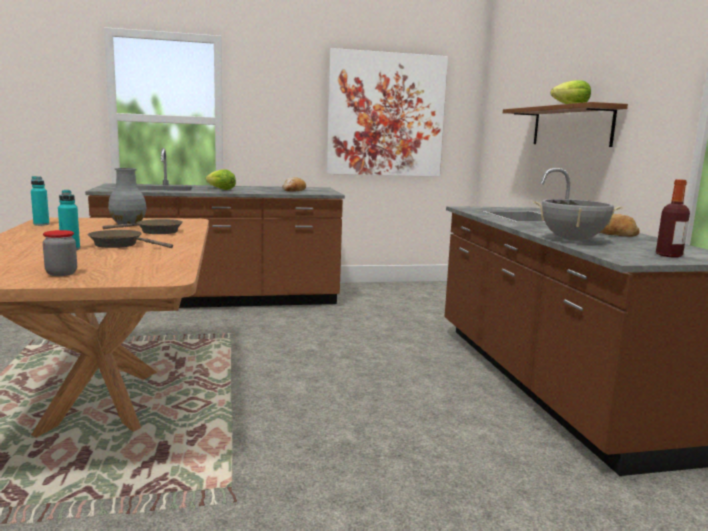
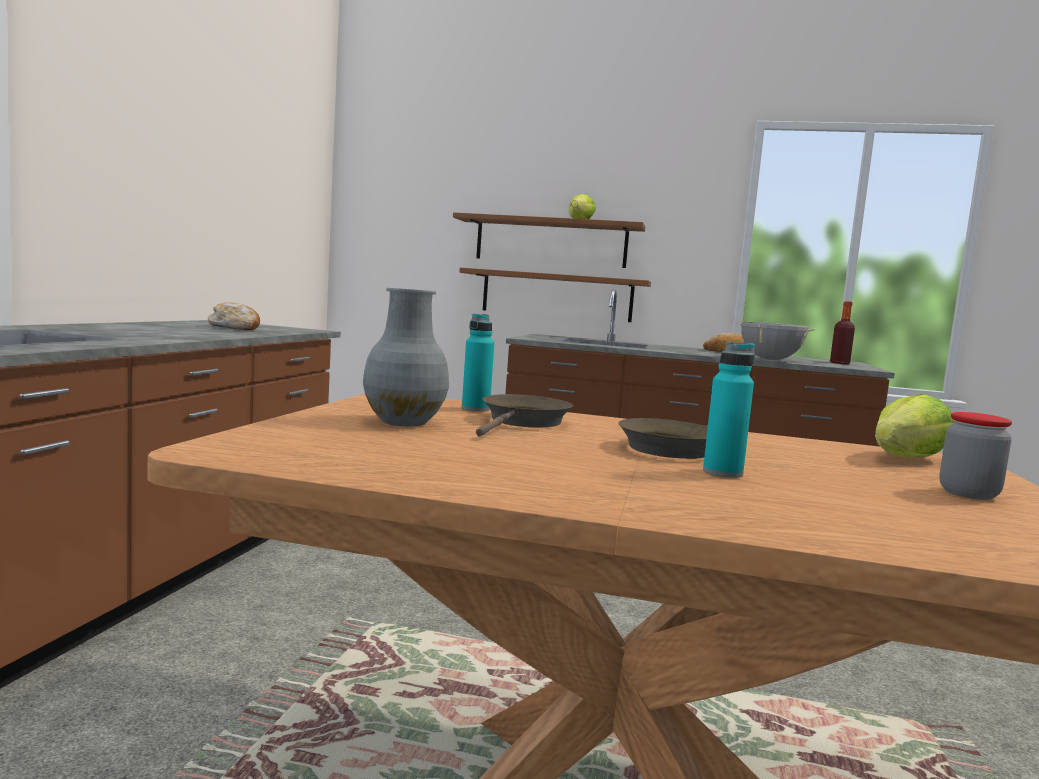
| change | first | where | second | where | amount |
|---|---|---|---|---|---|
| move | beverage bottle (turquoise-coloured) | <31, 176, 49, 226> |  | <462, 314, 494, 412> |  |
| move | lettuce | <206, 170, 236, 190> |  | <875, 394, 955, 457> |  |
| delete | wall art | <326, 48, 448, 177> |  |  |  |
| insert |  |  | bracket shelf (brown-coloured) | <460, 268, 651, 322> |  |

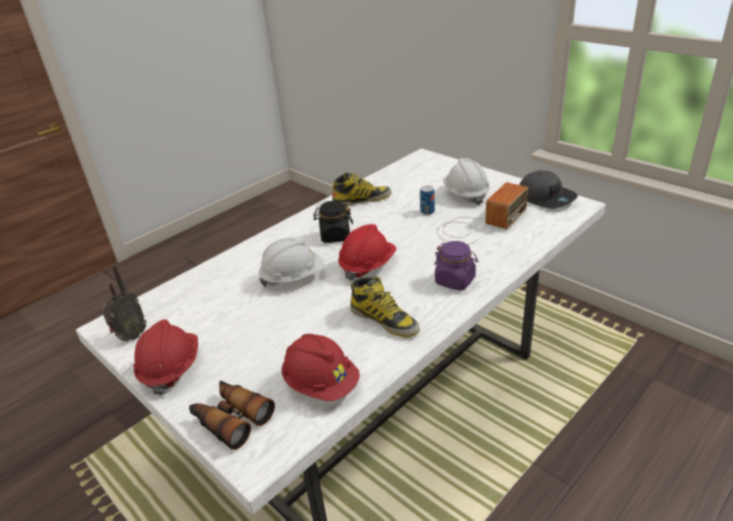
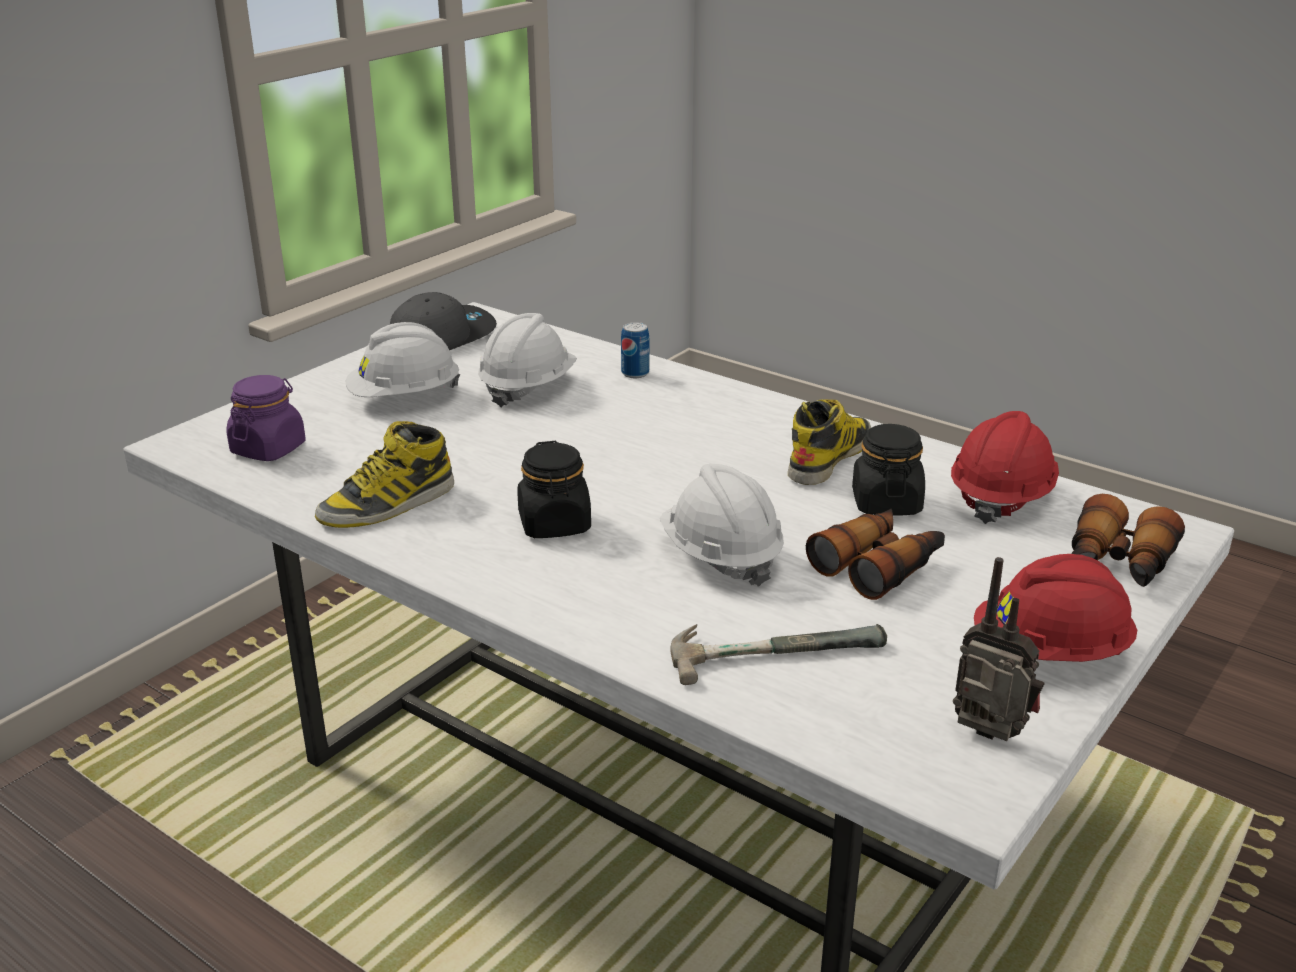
| change | first | where | second | where | amount |
|---|---|---|---|---|---|
| rotate | boot | <332, 172, 392, 206> |  | <315, 421, 454, 528> | 105 degrees counterclockwise |
| delete | safety helmet (red) | <338, 224, 396, 281> |  |  |  |
| move | sealed can | <420, 186, 435, 215> |  | <621, 322, 649, 378> |  |
| move | preserve jar (purplish) | <434, 241, 478, 291> |  | <226, 375, 306, 461> |  |
| replace | radio set | <437, 182, 528, 245> | safety helmet (white-coloured) | <478, 313, 577, 408> |  |
| insert |  |  | tool hammer | <671, 624, 887, 685> |  |
| insert |  |  | binoculars | <806, 509, 945, 600> |  |
| insert |  |  | preserve jar (blackish) | <852, 424, 925, 516> |  |

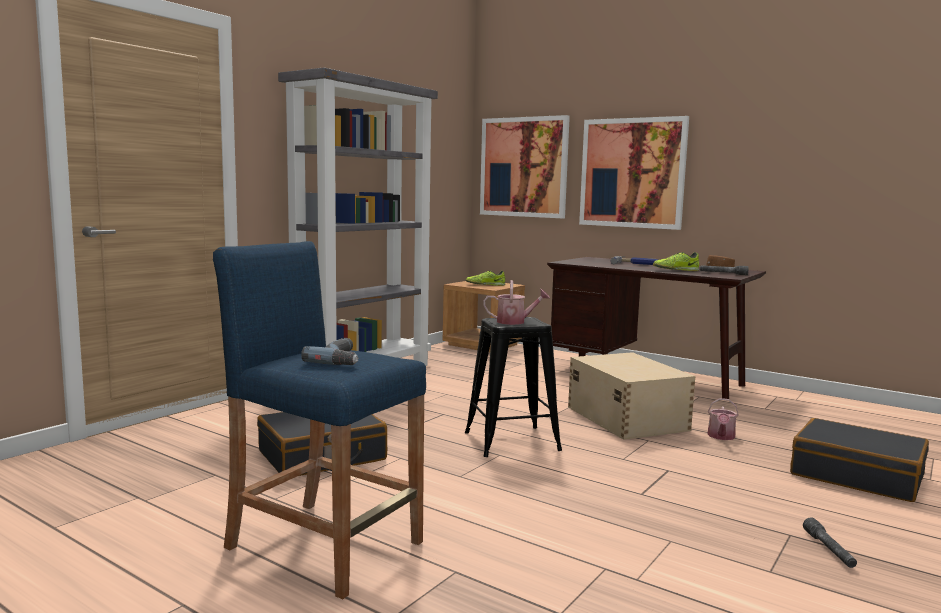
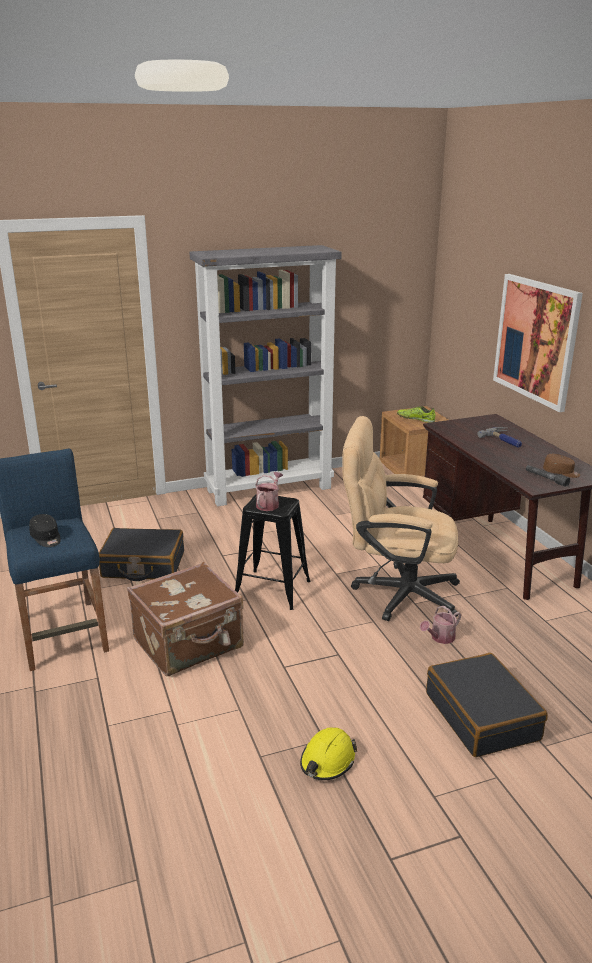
| change | first | where | second | where | amount |
|---|---|---|---|---|---|
| replace | power drill | <301, 338, 359, 365> | cap (blackish) | <29, 514, 61, 547> |  |
| delete | wall art | <480, 115, 570, 218> |  |  |  |
| rotate | watering pot | <483, 280, 550, 325> |  | <255, 472, 283, 511> | 105 degrees counterclockwise |
| replace | storage container (beige) | <568, 352, 696, 440> | computer chair (beige) | <343, 416, 460, 621> |  |
| delete | low shoe | <653, 252, 699, 271> |  |  |  |
| replace | flashlight (gray) | <803, 517, 857, 568> | safety helmet (yellow-coloured) | <300, 727, 357, 780> |  |
| insert |  |  | travel case (brown-coloured) | <127, 562, 244, 676> |  |

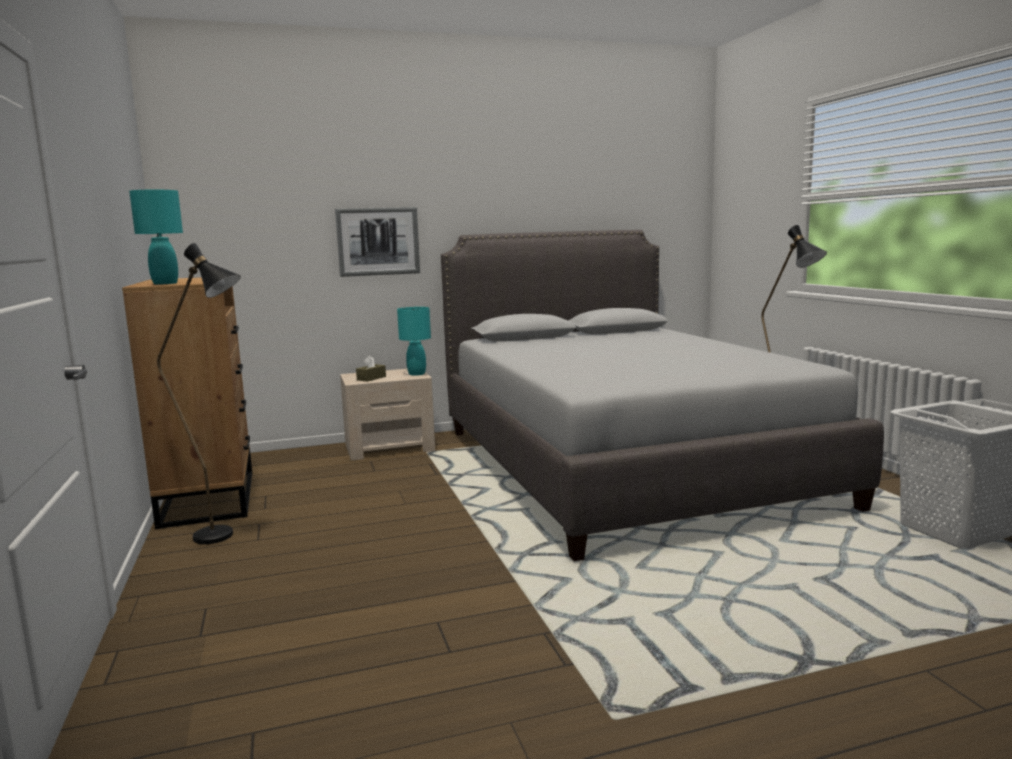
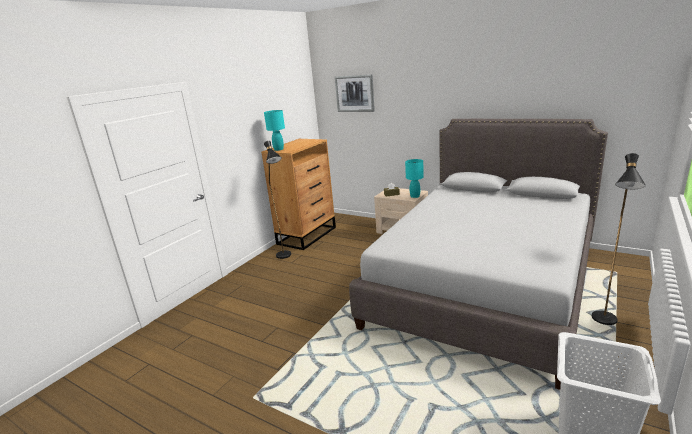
| change | first | where | second | where | amount |
|---|---|---|---|---|---|
| move | wall art | <335, 207, 420, 277> |  | <335, 74, 375, 112> |  |

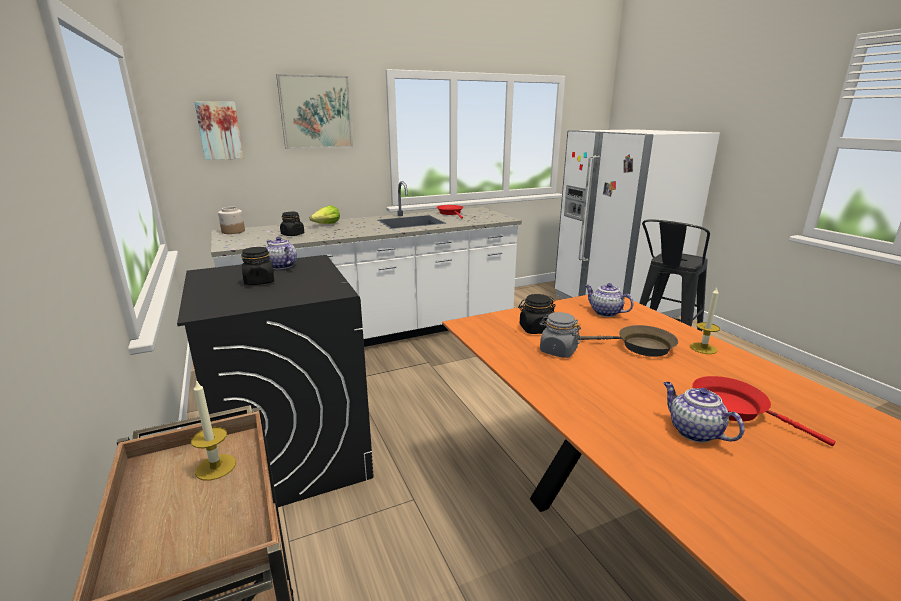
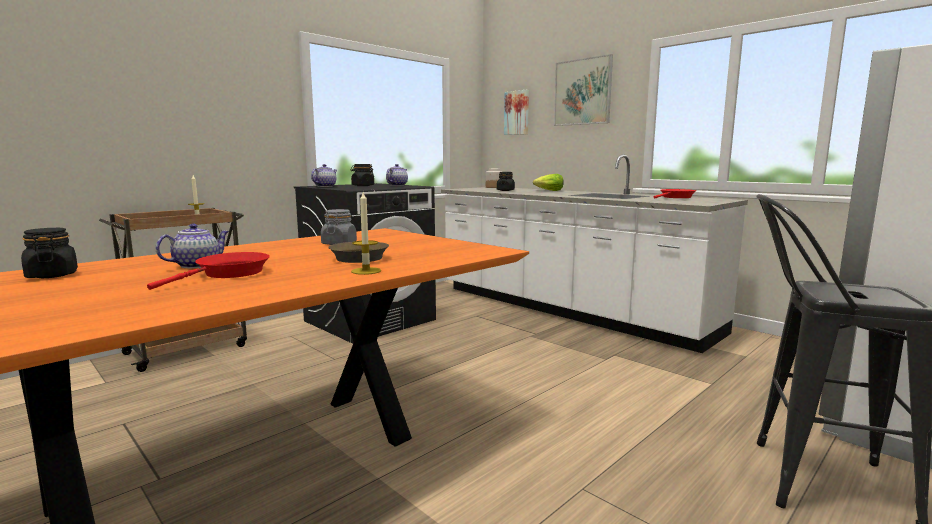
| change | first | where | second | where | amount |
|---|---|---|---|---|---|
| move | preserve jar (blackish) | <518, 294, 556, 334> |  | <21, 228, 78, 278> |  |
| move | teapot | <585, 283, 634, 317> |  | <311, 164, 337, 187> |  |

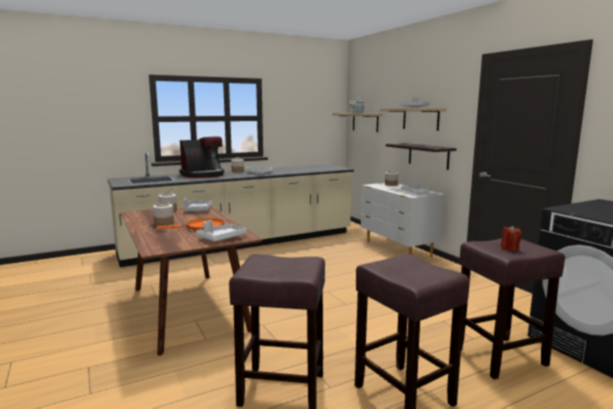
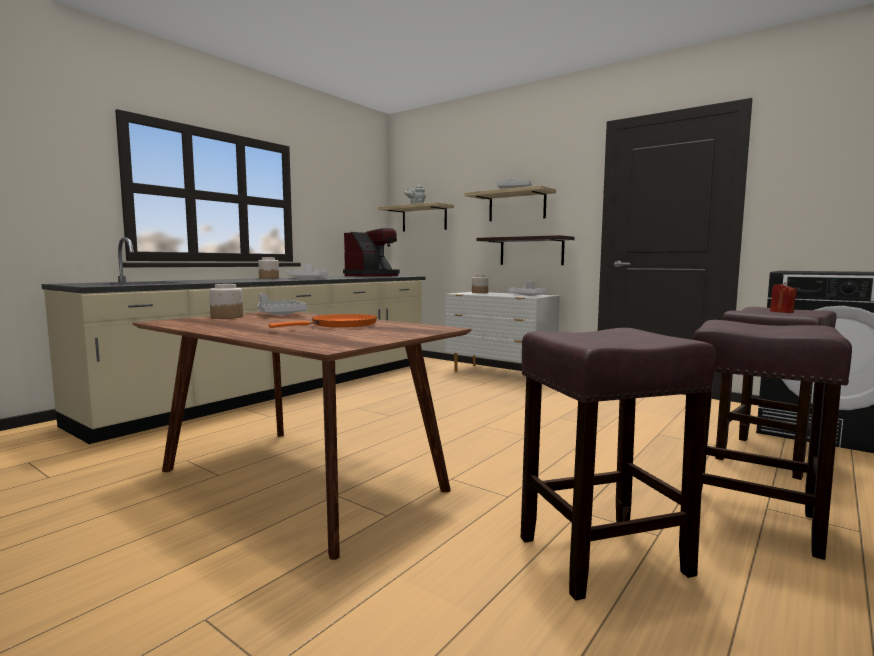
| change | first | where | second | where | amount |
|---|---|---|---|---|---|
| delete | preserve jar | <153, 202, 174, 226> |  |  |  |
| move | coffee maker | <179, 137, 224, 178> |  | <343, 228, 400, 277> |  |
| delete | serving tray (white-coloured) | <197, 220, 247, 241> |  |  |  |

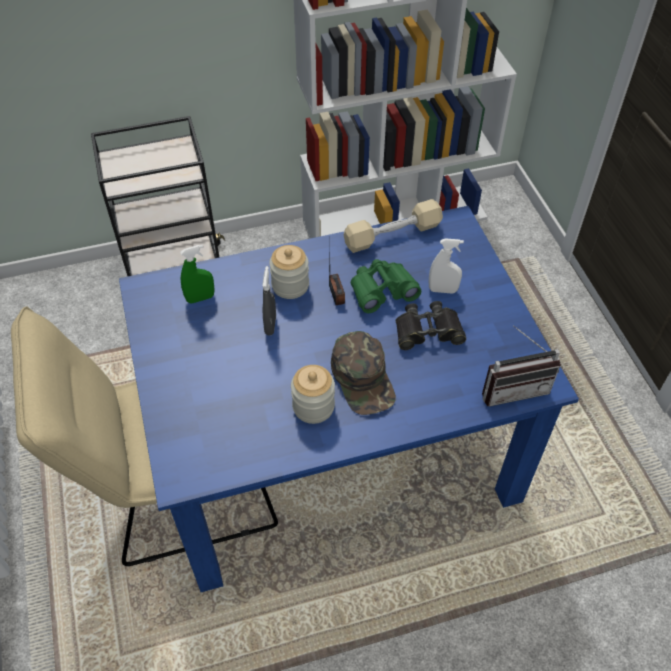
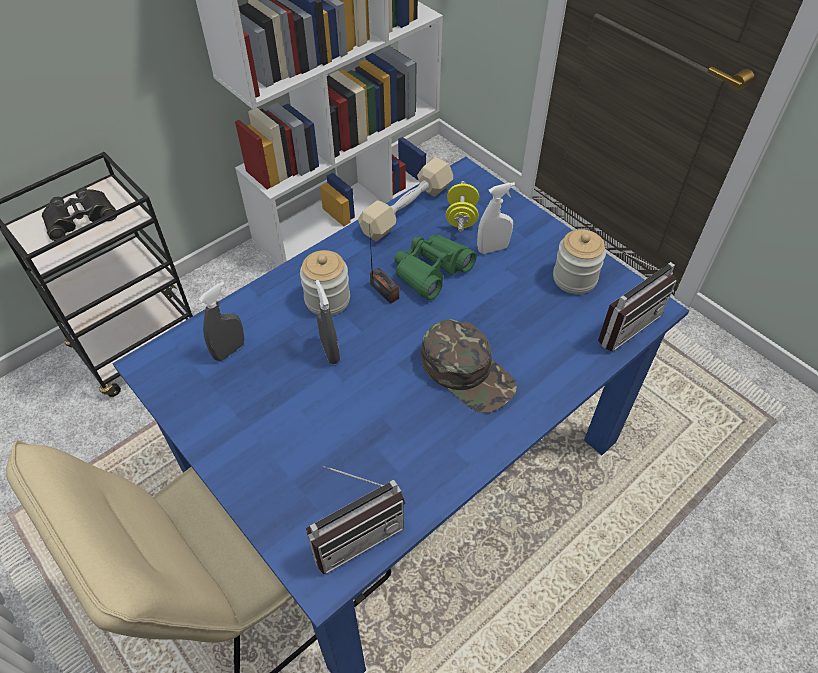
| change | first | where | second | where | amount |
|---|---|---|---|---|---|
| recolor | sprayer (green-coloured) | <180, 245, 215, 304> | sprayer (gray) | <198, 281, 244, 361> |  |
| move | preserve jar | <291, 365, 335, 424> |  | <553, 229, 606, 294> |  |
| move | binoculars (blackish) | <396, 301, 466, 350> |  | <42, 188, 117, 241> |  |
| insert |  |  | radio set | <306, 466, 405, 575> |  |
| insert |  |  | free weight (yellow-coloured) | <446, 181, 479, 232> |  |

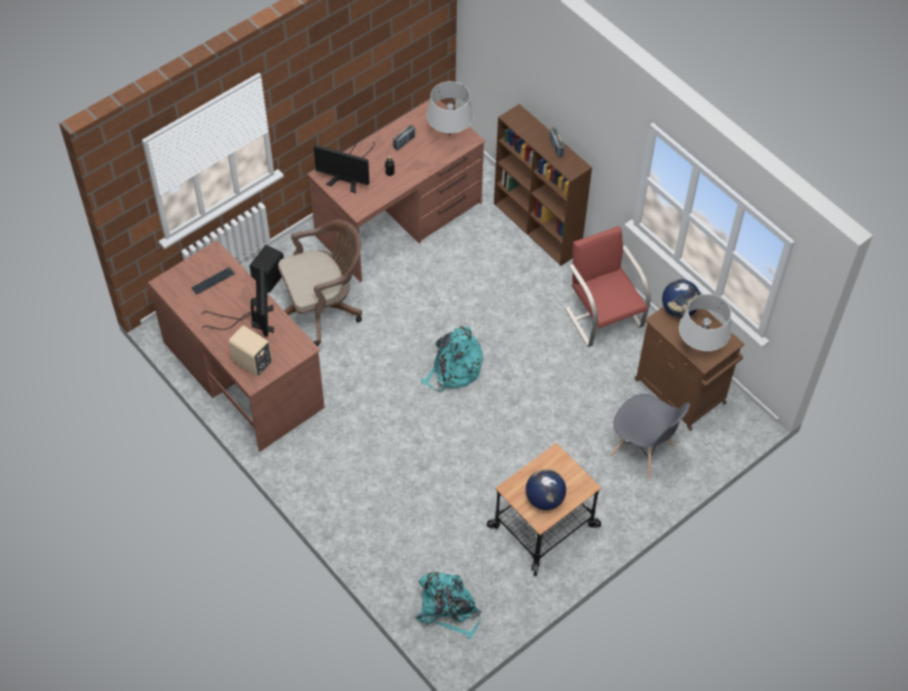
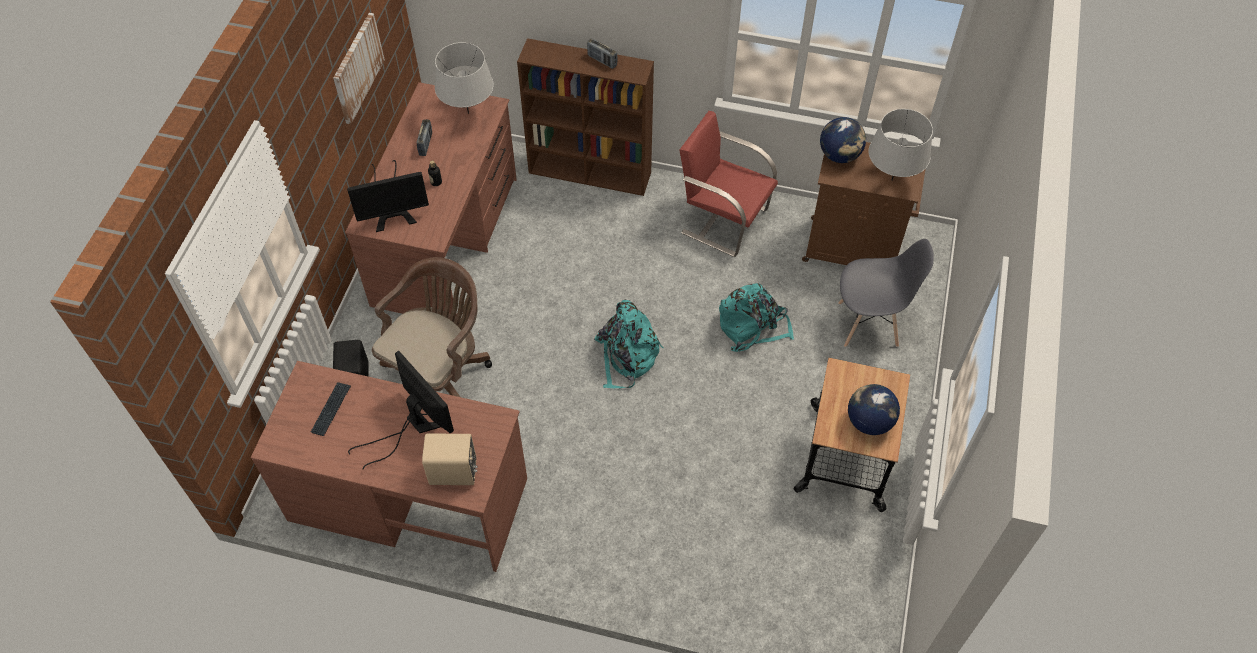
| change | first | where | second | where | amount |
|---|---|---|---|---|---|
| move | knapsack (turquoise-coloured) | <415, 572, 481, 640> |  | <719, 283, 794, 352> |  |
| insert |  |  | wall art | <333, 13, 385, 124> |  |

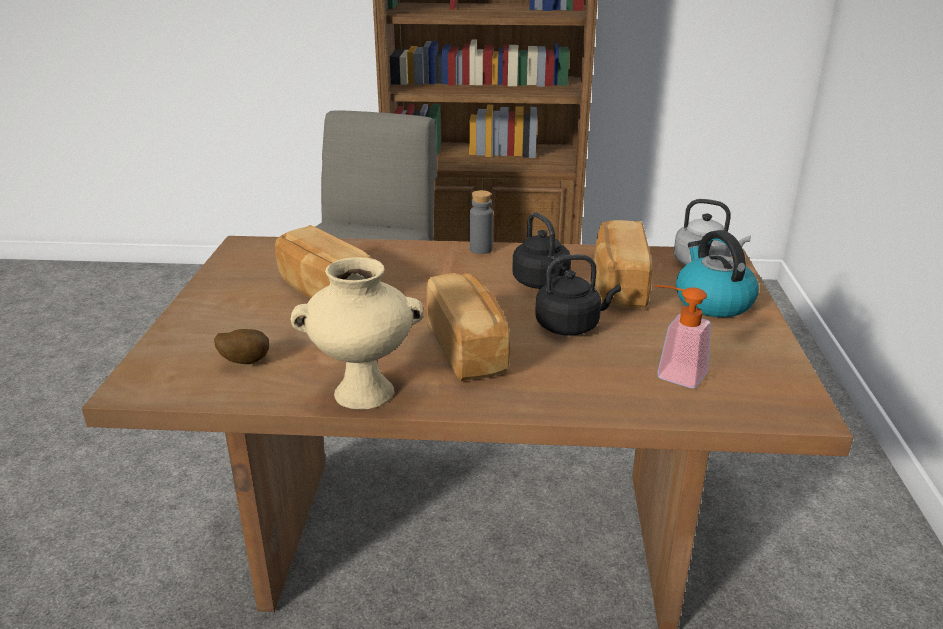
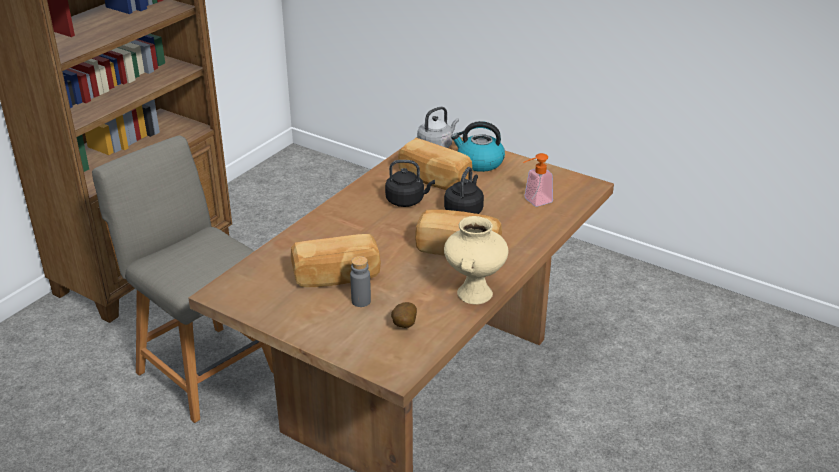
| change | first | where | second | where | amount |
|---|---|---|---|---|---|
| move | beverage bottle (gray) | <470, 190, 493, 254> |  | <350, 256, 371, 307> |  |

